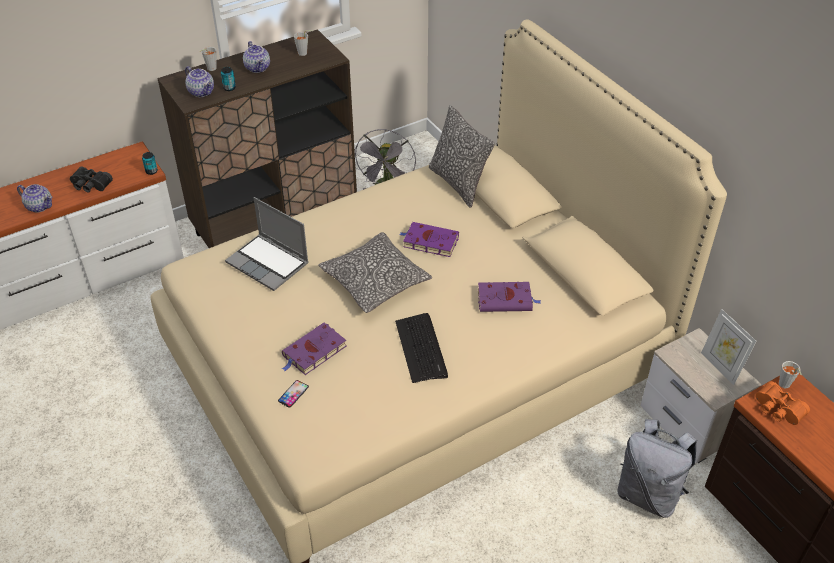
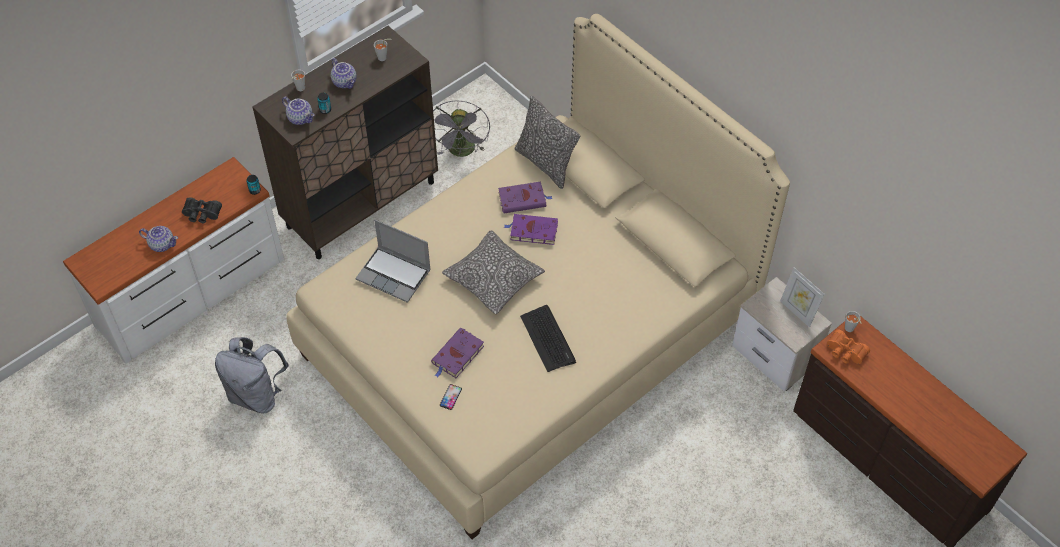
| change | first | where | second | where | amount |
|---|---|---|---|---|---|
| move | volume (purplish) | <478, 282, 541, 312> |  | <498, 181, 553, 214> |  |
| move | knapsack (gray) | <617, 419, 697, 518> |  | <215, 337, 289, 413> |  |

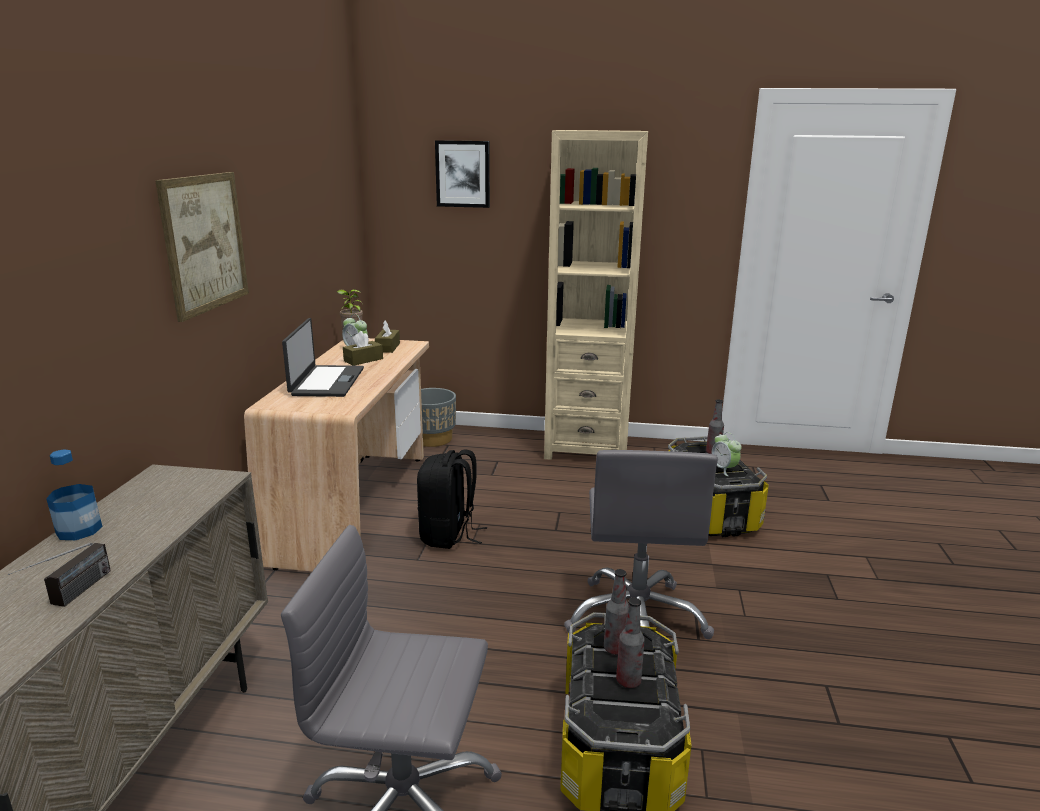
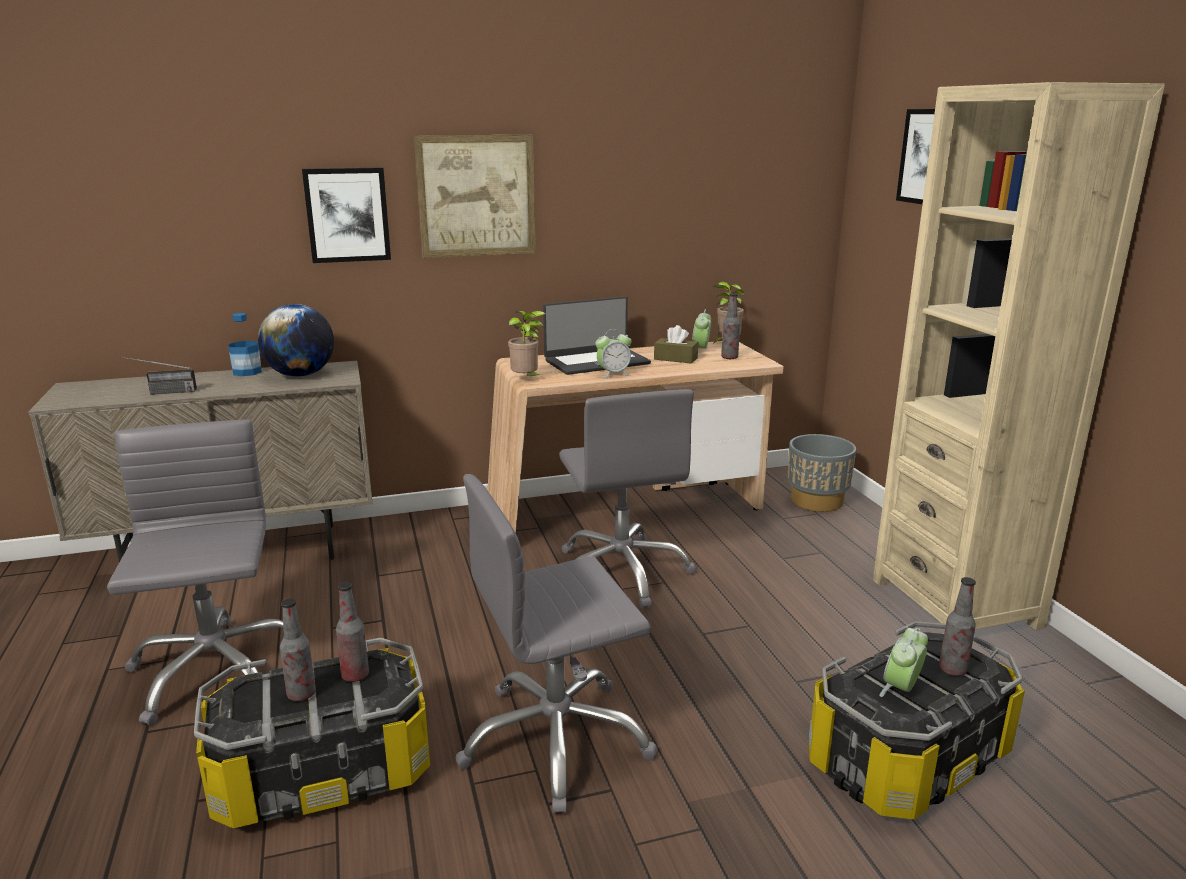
| change | first | where | second | where | amount |
|---|---|---|---|---|---|
| replace | tissue box (brown-coloured) | <375, 321, 400, 353> | beverage bottle | <721, 293, 740, 359> |  |
| replace | knapsack (blackish) | <417, 450, 487, 549> | computer chair (gray) | <559, 389, 696, 609> |  |
| insert |  |  | world globe | <258, 304, 334, 377> |  |
| insert |  |  | wall art | <302, 168, 391, 263> |  |
| insert |  |  | plant in a pot | <508, 311, 545, 376> |  |
| insert |  |  | table clock | <595, 329, 631, 379> |  |

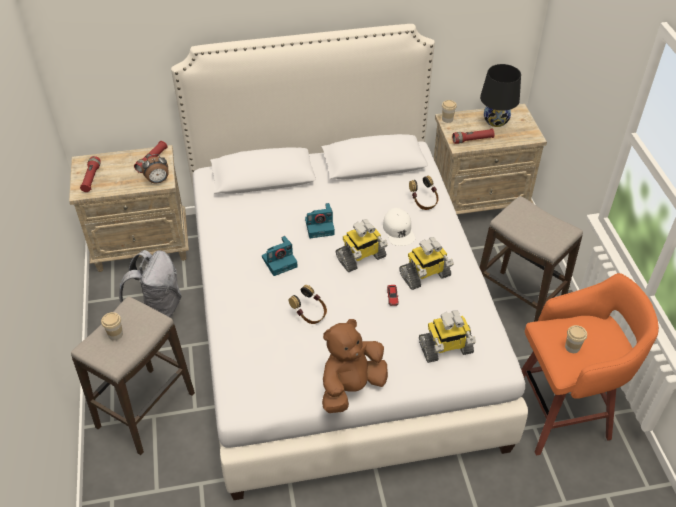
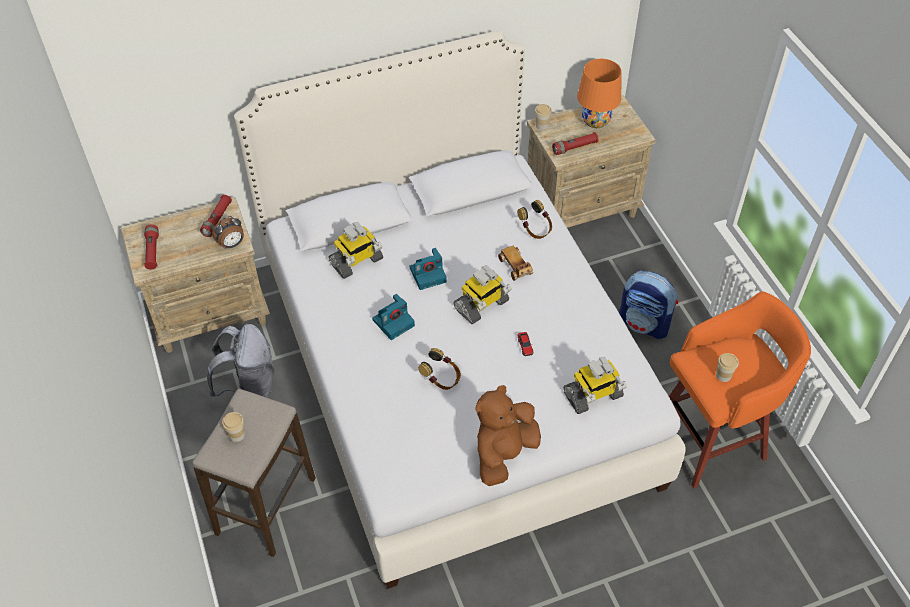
| change | first | where | second | where | amount |
|---|---|---|---|---|---|
| replace | cap (white-coloured) | <383, 208, 415, 246> | miniature car | <498, 246, 533, 281> |  |
| move | model robot | <399, 237, 454, 290> |  | <329, 222, 383, 279> |  |
| recolor | lamp for a table (blackish) | <480, 64, 521, 127> | lamp for a table (orange-coloured) | <577, 59, 622, 128> |  |
| replace | stool seat | <480, 196, 583, 322> | knapsack | <619, 271, 679, 339> |  |

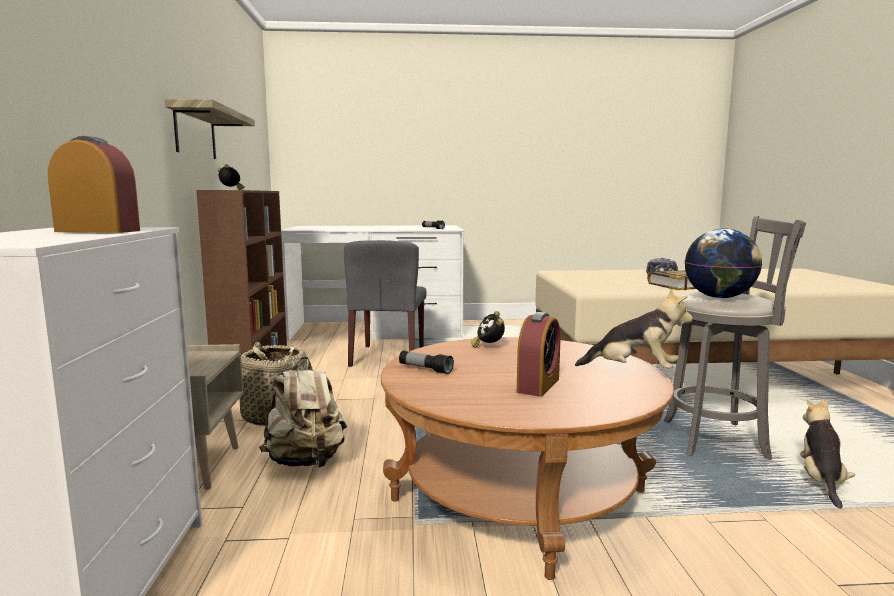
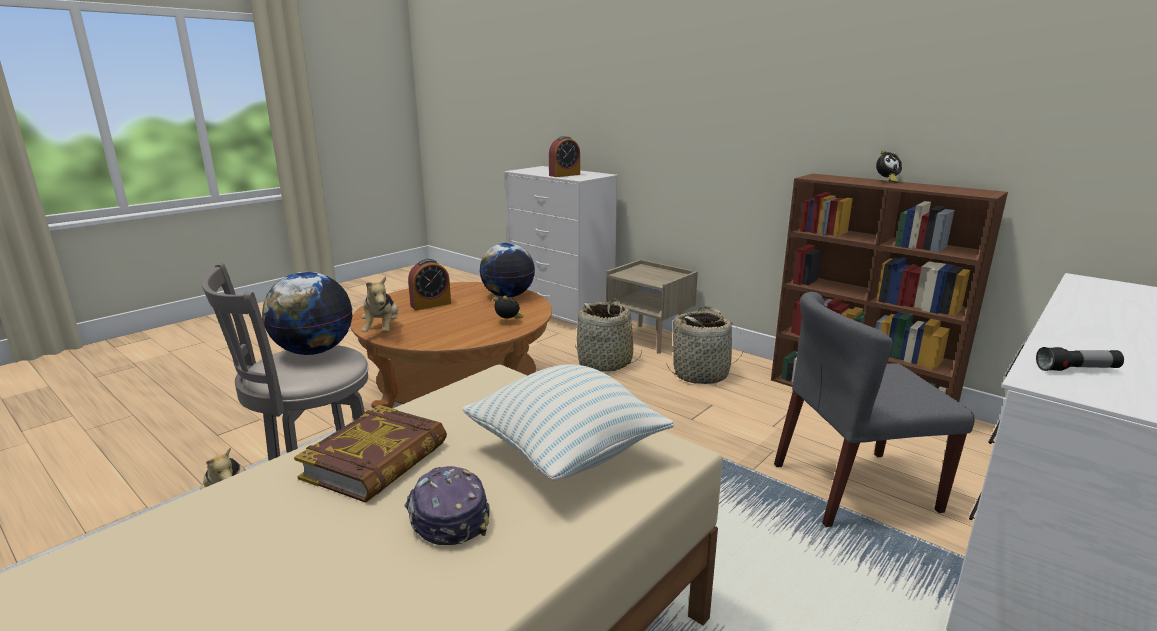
| change | first | where | second | where | amount |
|---|---|---|---|---|---|
| delete | bracket shelf | <165, 99, 255, 159> |  |  |  |
| replace | knapsack (beige) | <259, 357, 347, 468> | basket | <575, 298, 642, 372> |  |
| rotate | chair (gray) | <344, 240, 426, 367> |  | <774, 292, 975, 527> | 60 degrees counterclockwise |
| replace | flashlight | <399, 350, 454, 374> | world globe | <480, 243, 535, 297> |  |
| rotate | table clock | <517, 312, 560, 397> |  | <408, 259, 451, 310> | 105 degrees counterclockwise |
| rotate | cuddly toy | <575, 289, 693, 369> |  | <361, 276, 398, 333> | 75 degrees counterclockwise |
| insert |  |  | cushion | <462, 364, 674, 480> |  |

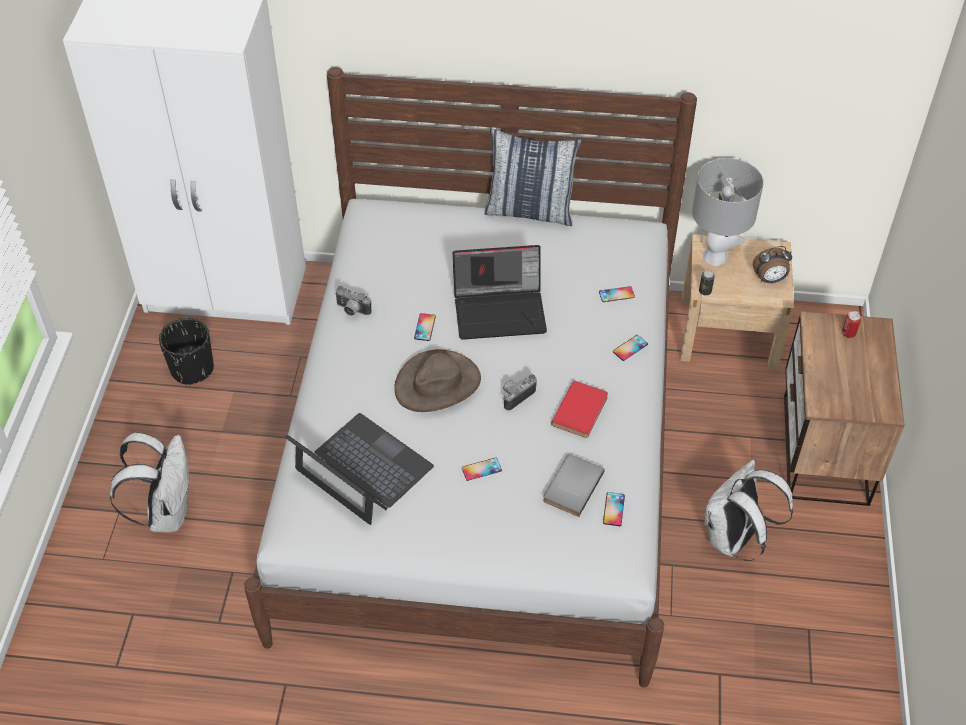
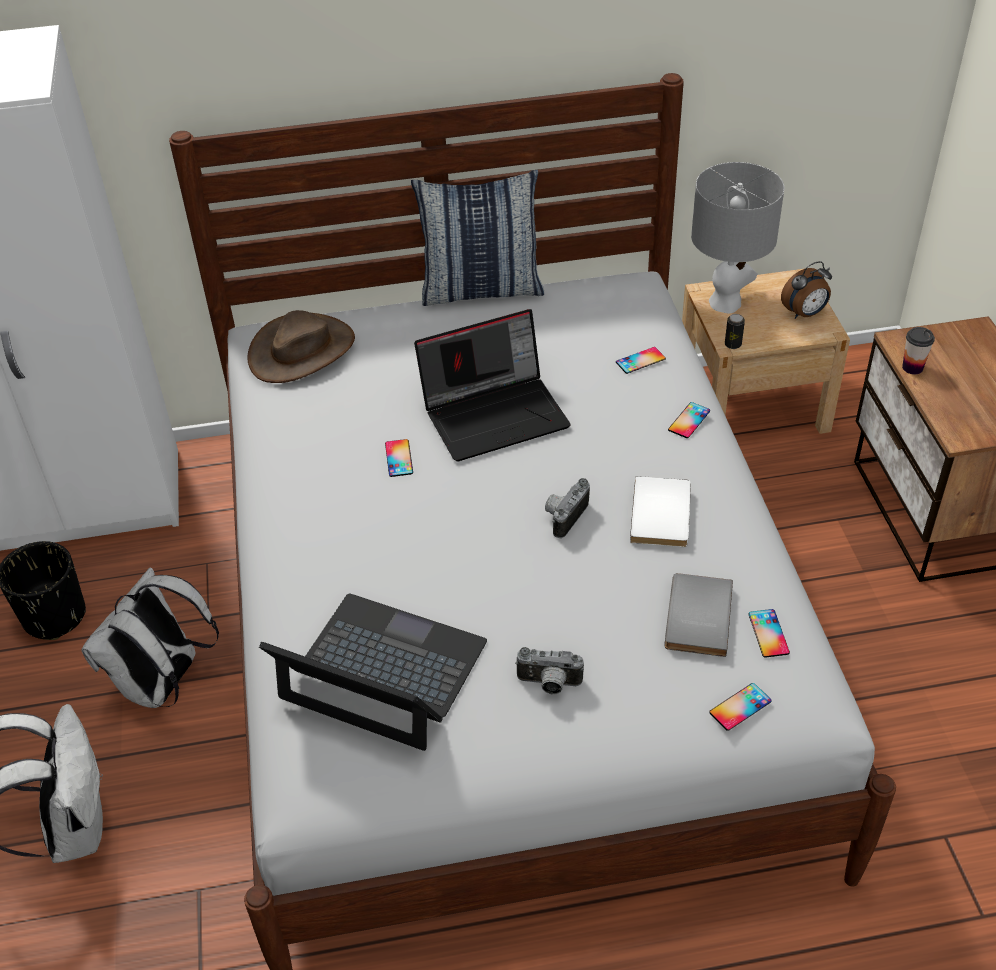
| change | first | where | second | where | amount |
|---|---|---|---|---|---|
| move | still camera | <335, 286, 371, 316> |  | <515, 647, 584, 694> |  |
| move | wearable hat (brown-coloured) | <394, 349, 481, 412> |  | <247, 310, 355, 383> |  |
| move | handset | <462, 458, 502, 481> |  | <709, 683, 772, 731> |  |
| recolor | volume (red) | <551, 380, 608, 438> | volume (white-coloured) | <630, 476, 691, 547> |  |
| move | knapsack (white-coloured) | <704, 460, 793, 561> |  | <81, 567, 219, 708> |  |
| delete | sealed can | <842, 311, 861, 338> |  |  |  |
| insert |  |  | cup | <902, 327, 935, 374> |  |

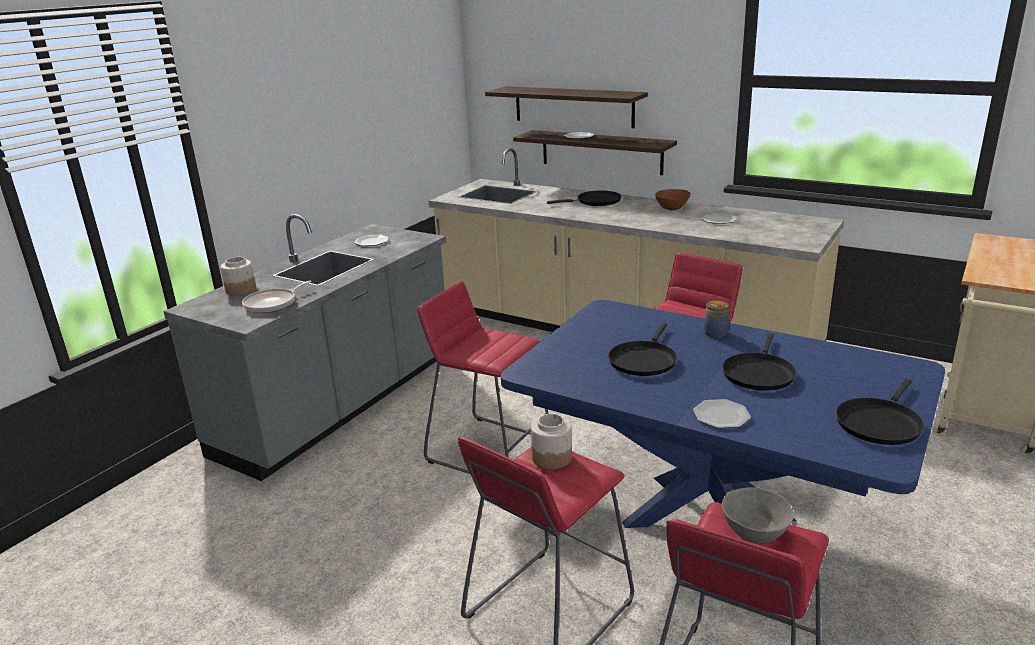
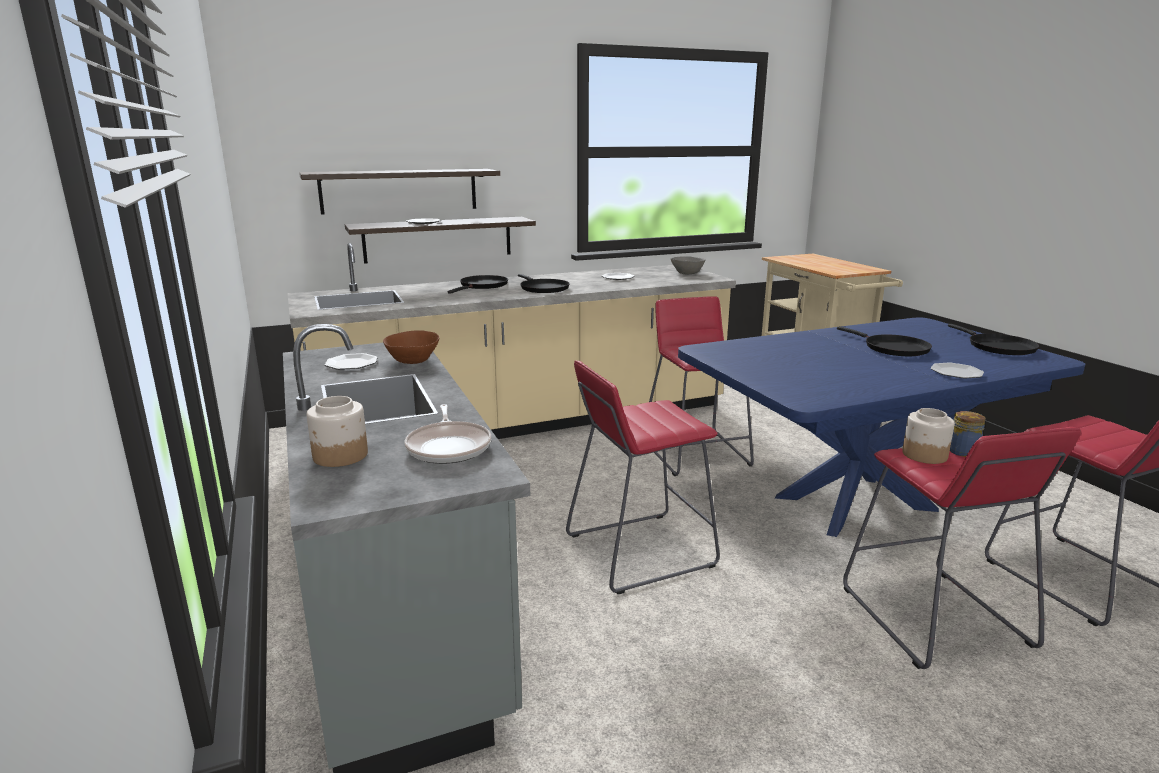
| change | first | where | second | where | amount |
|---|---|---|---|---|---|
| move | frying pan (blackish) | <608, 323, 677, 376> |  | <518, 274, 570, 293> |  |
| move | bowl (brown-coloured) | <655, 189, 691, 210> |  | <383, 330, 439, 364> |  |
| move | preserve jar | <704, 300, 729, 338> |  | <950, 411, 986, 457> |  |
| move | bowl (gray) | <722, 487, 794, 544> |  | <671, 256, 706, 274> |  |

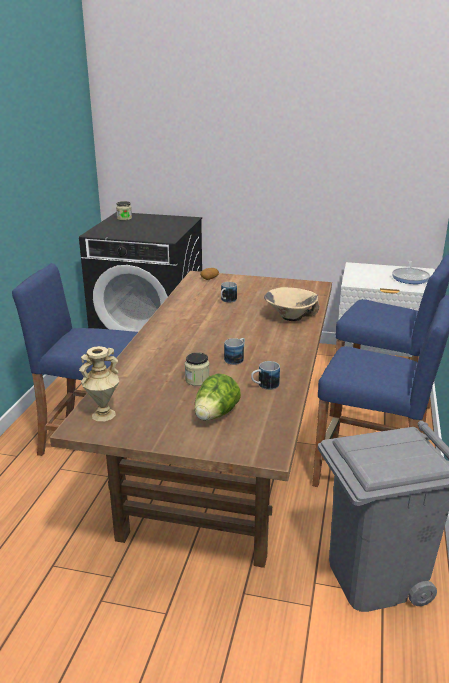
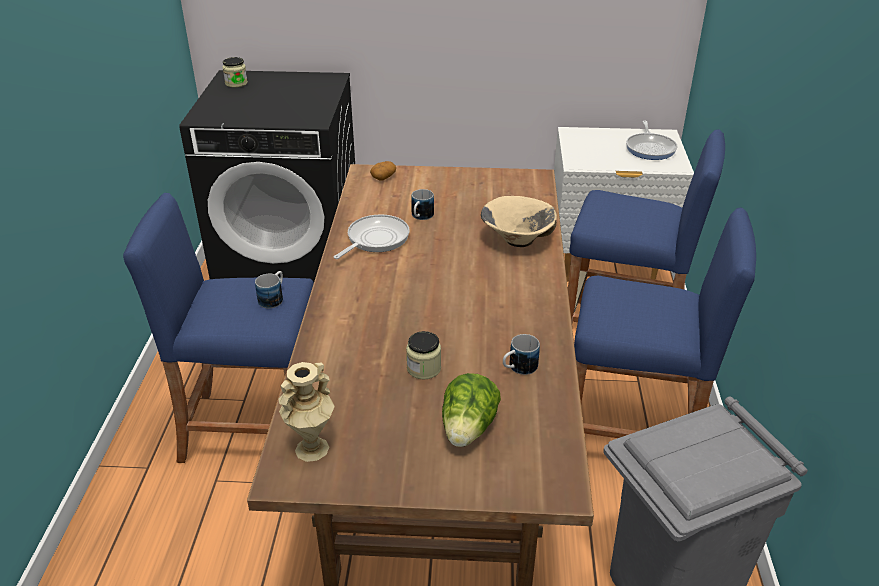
| change | first | where | second | where | amount |
|---|---|---|---|---|---|
| move | coffee mug | <224, 338, 245, 365> |  | <255, 271, 283, 308> |  |
| insert |  |  | frying pan | <333, 215, 410, 259> |  |

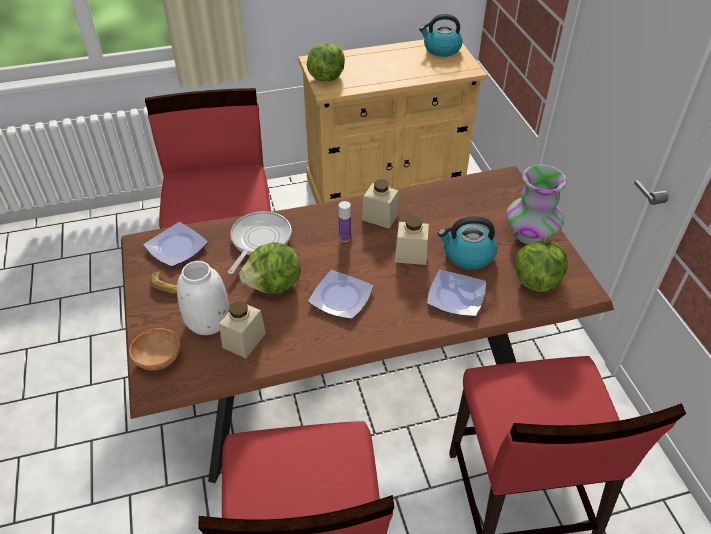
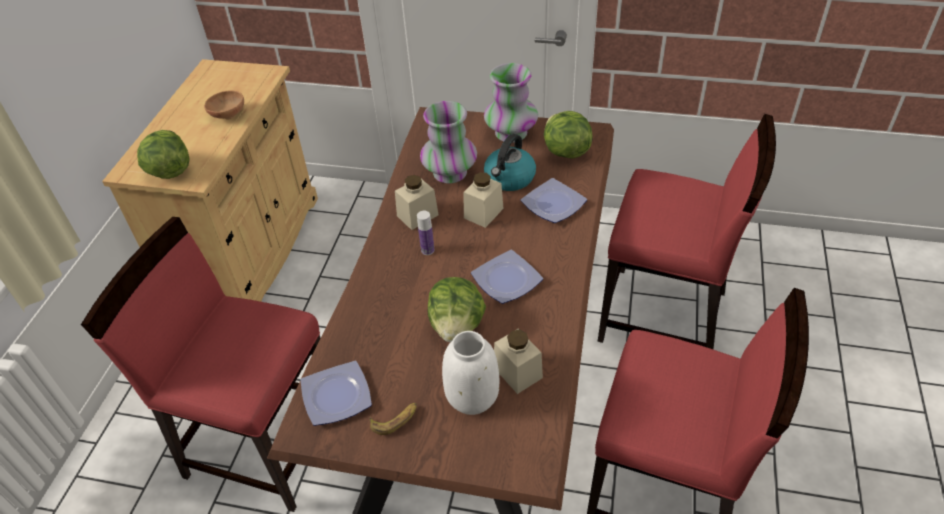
| change | first | where | second | where | amount |
|---|---|---|---|---|---|
| move | bowl (brown-coloured) | <129, 328, 180, 370> |  | <204, 90, 244, 119> |  |
| delete | frying pan | <228, 211, 292, 274> |  |  |  |
| delete | water kettle | <419, 14, 463, 57> |  |  |  |
| insert |  |  | vase | <420, 101, 477, 183> |  |

